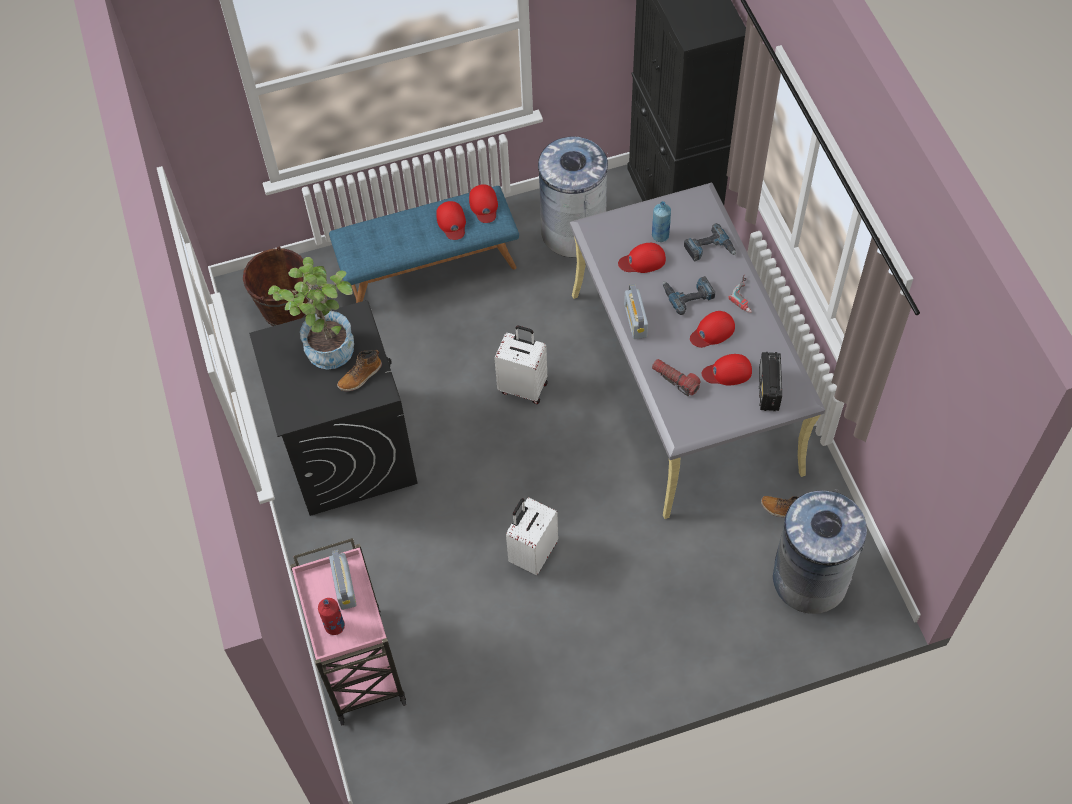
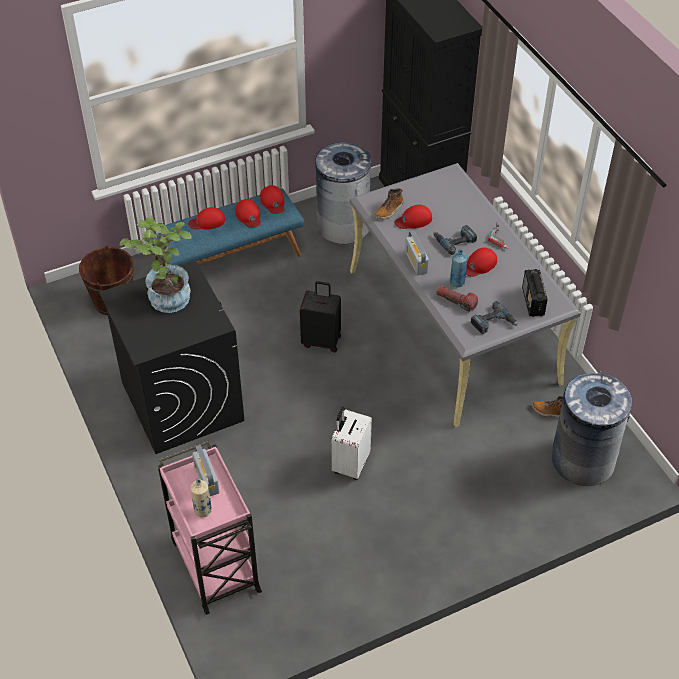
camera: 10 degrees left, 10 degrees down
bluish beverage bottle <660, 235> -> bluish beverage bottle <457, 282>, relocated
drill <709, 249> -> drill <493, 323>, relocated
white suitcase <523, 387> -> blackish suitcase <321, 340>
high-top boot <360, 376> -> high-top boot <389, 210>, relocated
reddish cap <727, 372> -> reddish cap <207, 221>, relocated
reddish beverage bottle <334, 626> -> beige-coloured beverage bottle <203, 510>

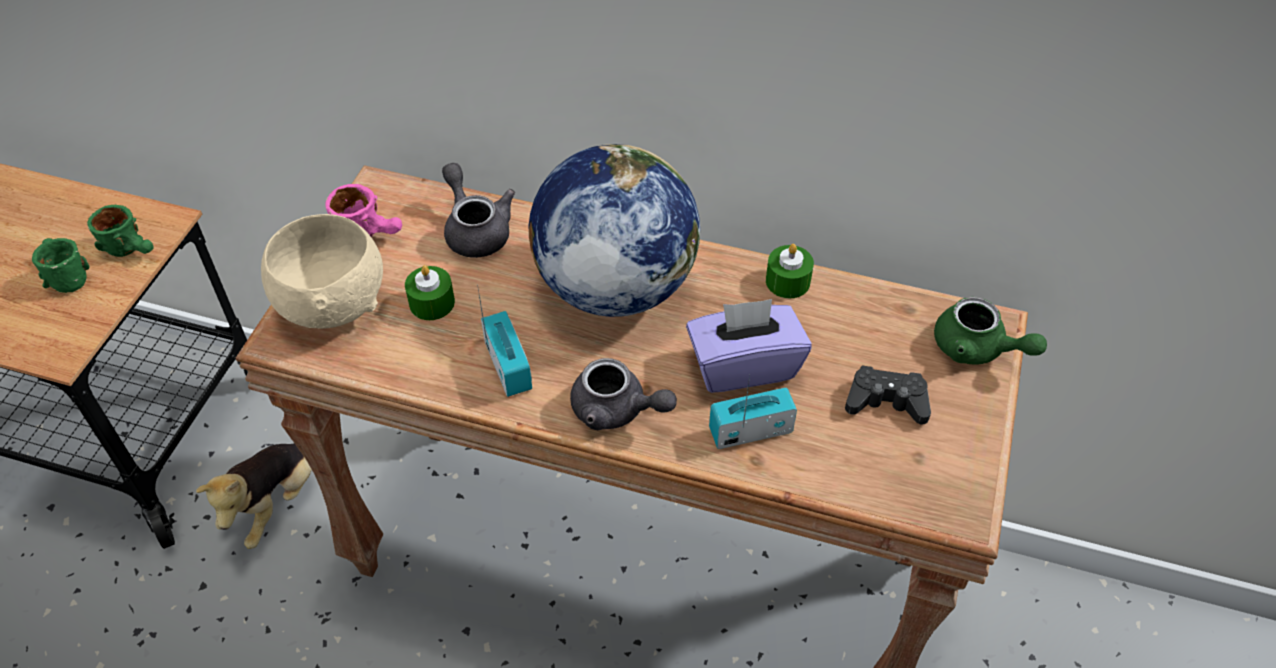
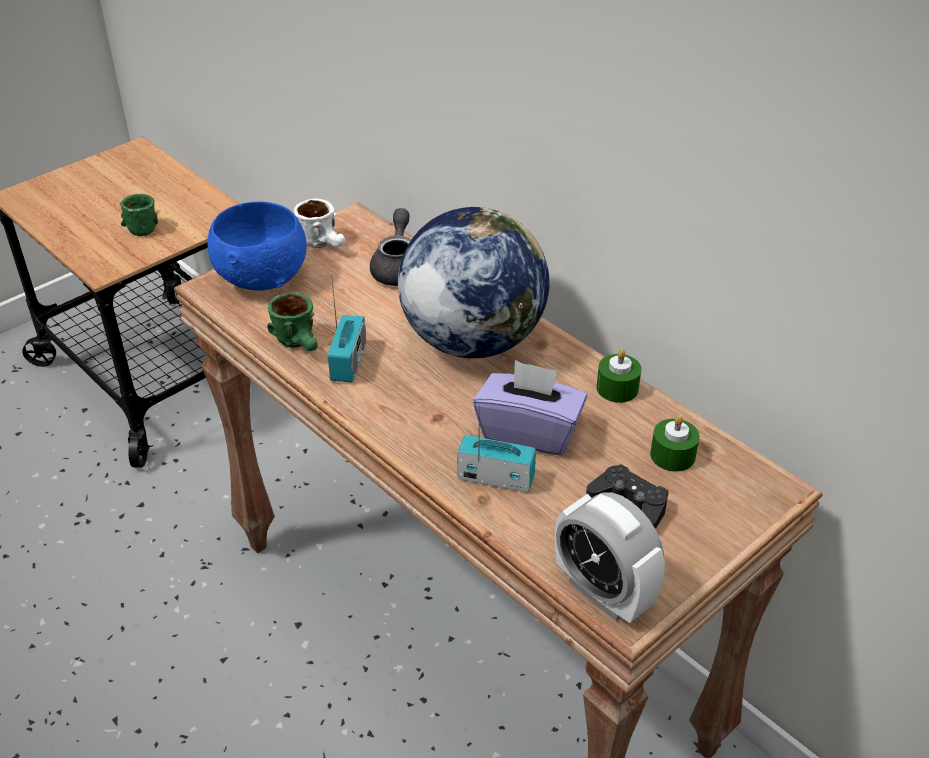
camera: 30 degrees right, 10 degrees down
pinkish coffee mug <371, 233> -> white coffee mug <325, 244>
greenish coffee mug <134, 249> -> greenish coffee mug <302, 344>, relocated
beige-coloured deep dish <333, 303> -> bluish deep dish <263, 278>
greenish wax light <432, 303> -> greenish wax light <672, 455>, relocated
greenish tea pot <977, 349> -> none
grey tea pot <617, 410> -> none
plush toy <274, 503> -> none
none -> table clock <603, 592>

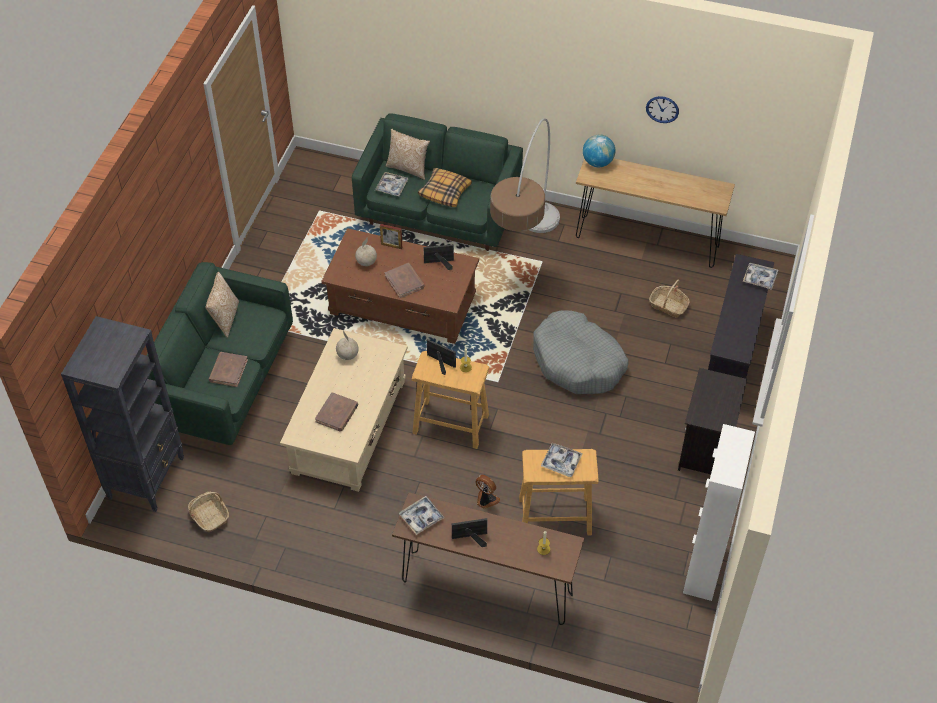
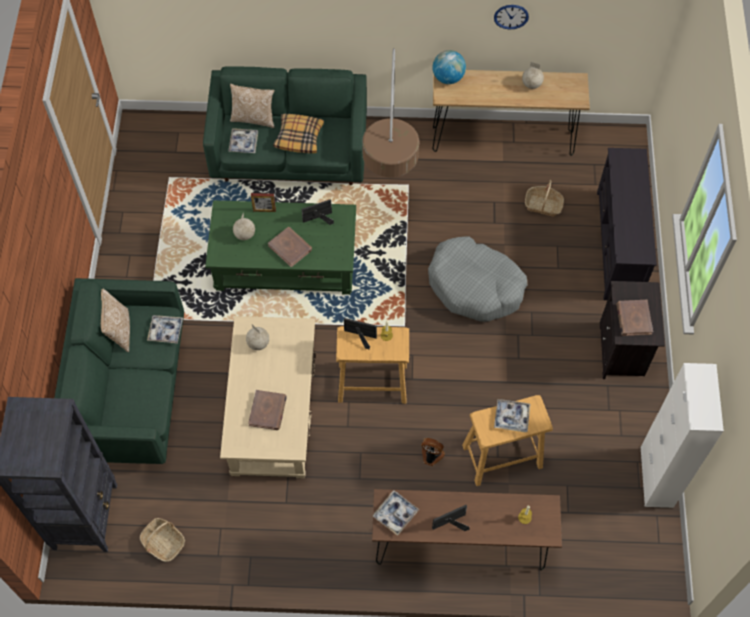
camera: 15 degrees left, 10 degrees up
brown lounge table <403, 305> -> greenish lounge table <286, 264>
carrying tray <760, 278> -> carrying tray <165, 331>, relocated
brown book <228, 370> -> brown book <633, 319>, relocated
none -> globe <531, 84>

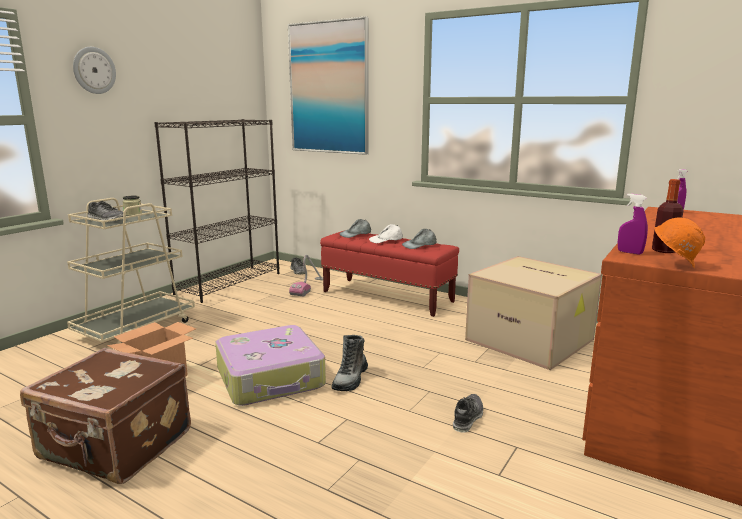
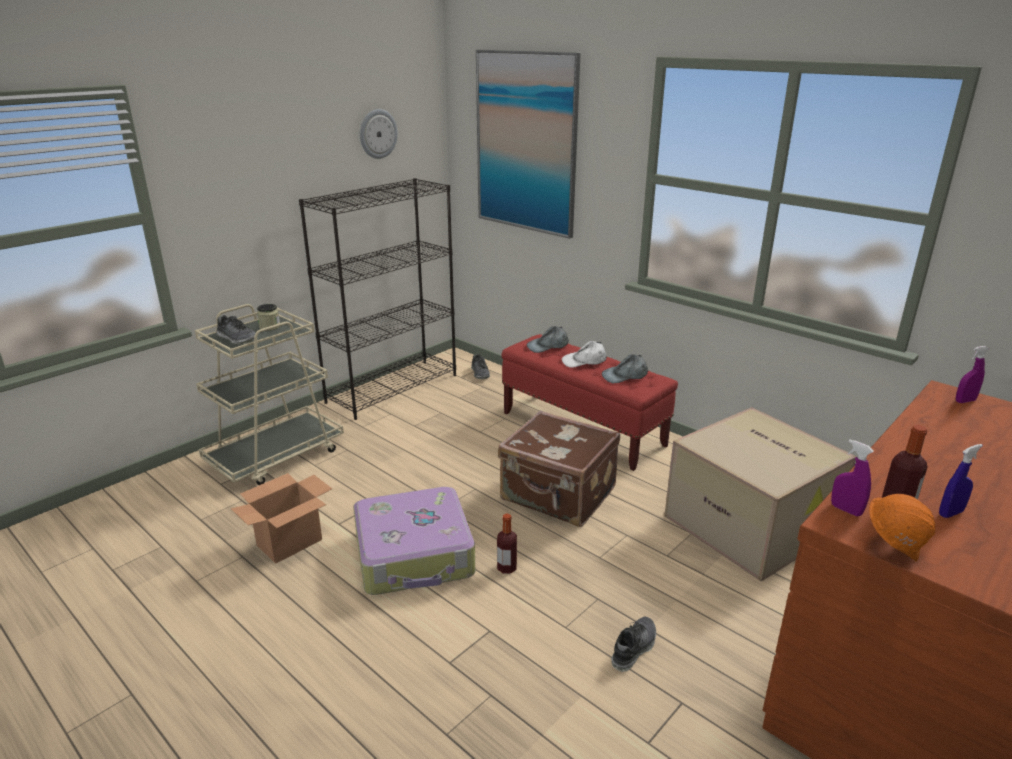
camera: 10 degrees right, 10 degrees up
wall clock <94, 70> -> wall clock <377, 134>, relocated
vacuum cleaner <309, 287> -> none
high-top boot <350, 379> -> beverage bottle <506, 568>
brown suitcase <115, 447> -> brown suitcase <558, 495>, relocated
none -> bluish hand sprayer <950, 513>

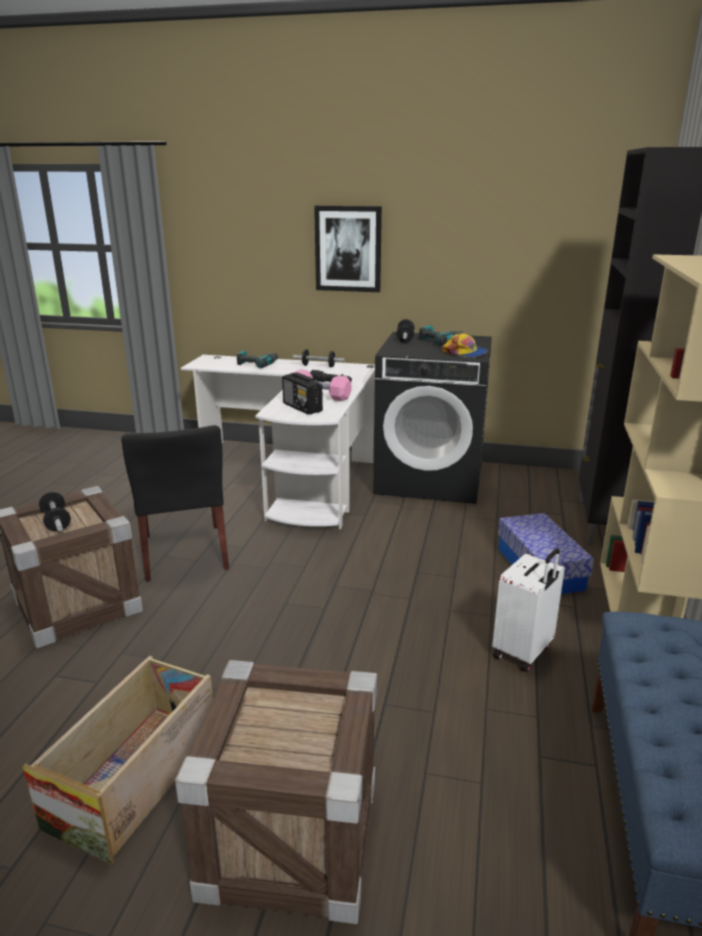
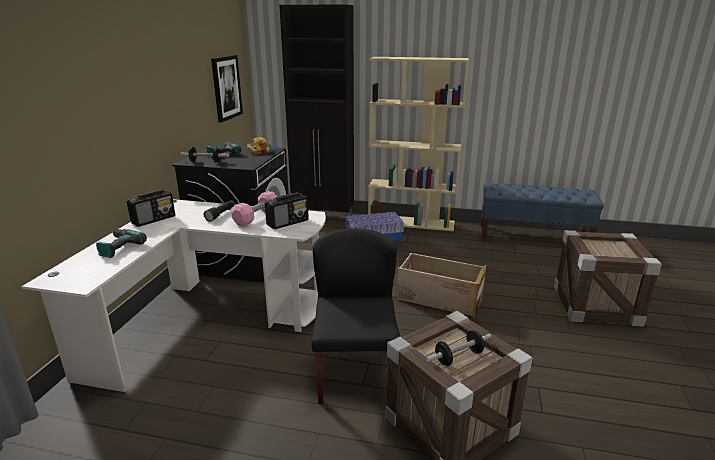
camera: 90 degrees left, 0 degrees up
wall art <348, 249> -> wall art <226, 88>, relocated
free weight <318, 366> -> radio set <154, 220>
blackish upright chair <185, 552> -> blackish upright chair <355, 372>, 75 degrees counterclockwise
white suitcase <523, 652> -> none
crate <136, 776> -> crate <438, 299>, relocated

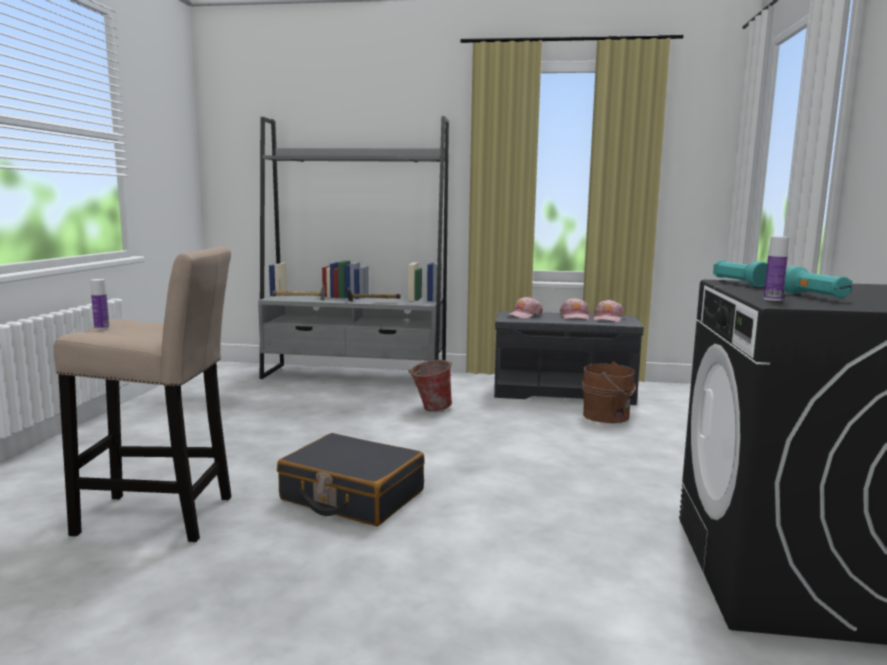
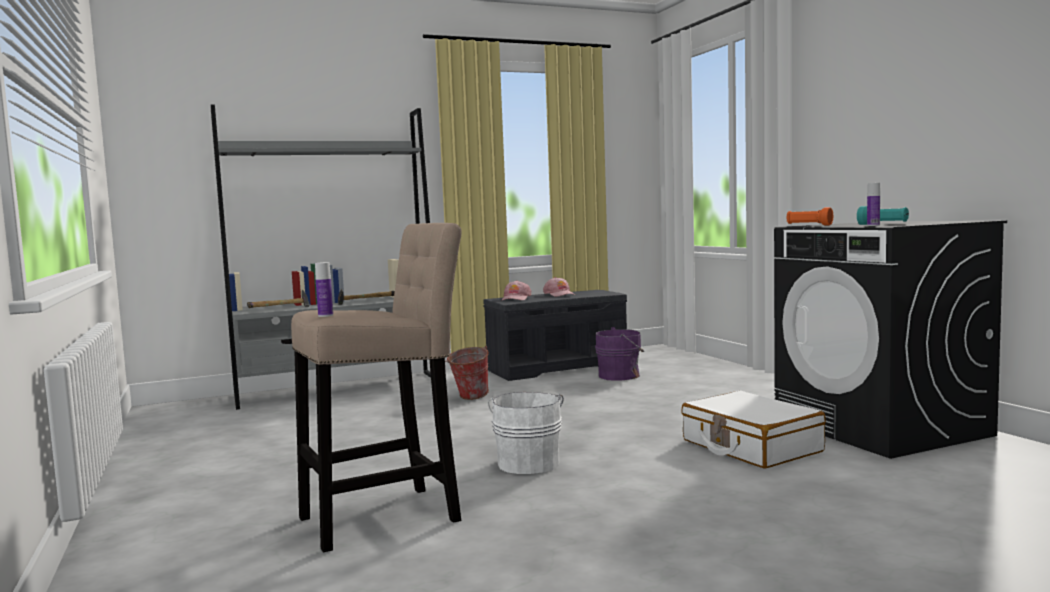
camera: 30 degrees left, 5 degrees down
turquoise flashlight <738, 283> -> orange flashlight <808, 225>
pinkish cap <607, 318> -> none
brown bucket <608, 416> -> purple bucket <621, 375>
blackish suitcase <352, 496> -> white bucket <528, 462>
none -> white suitcase <750, 446>

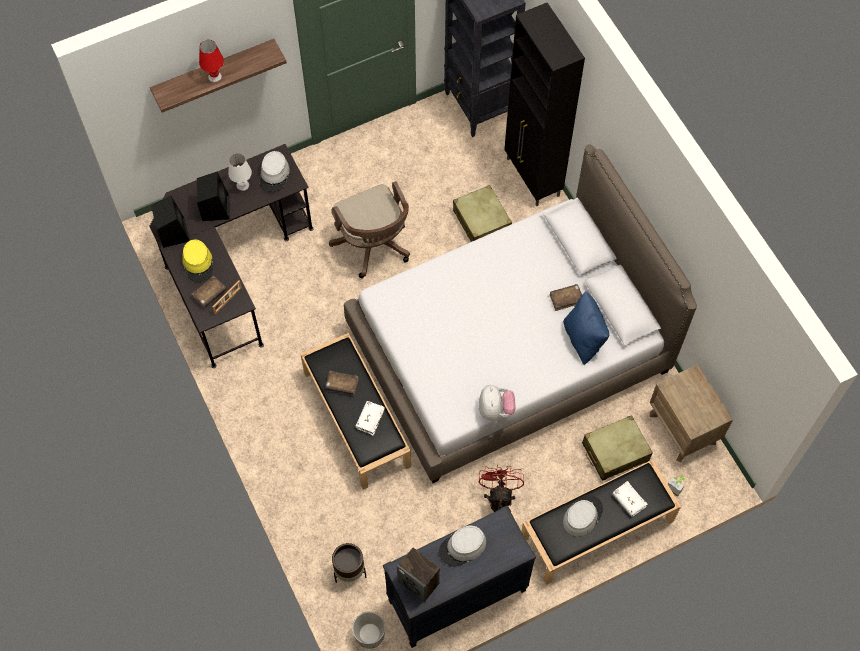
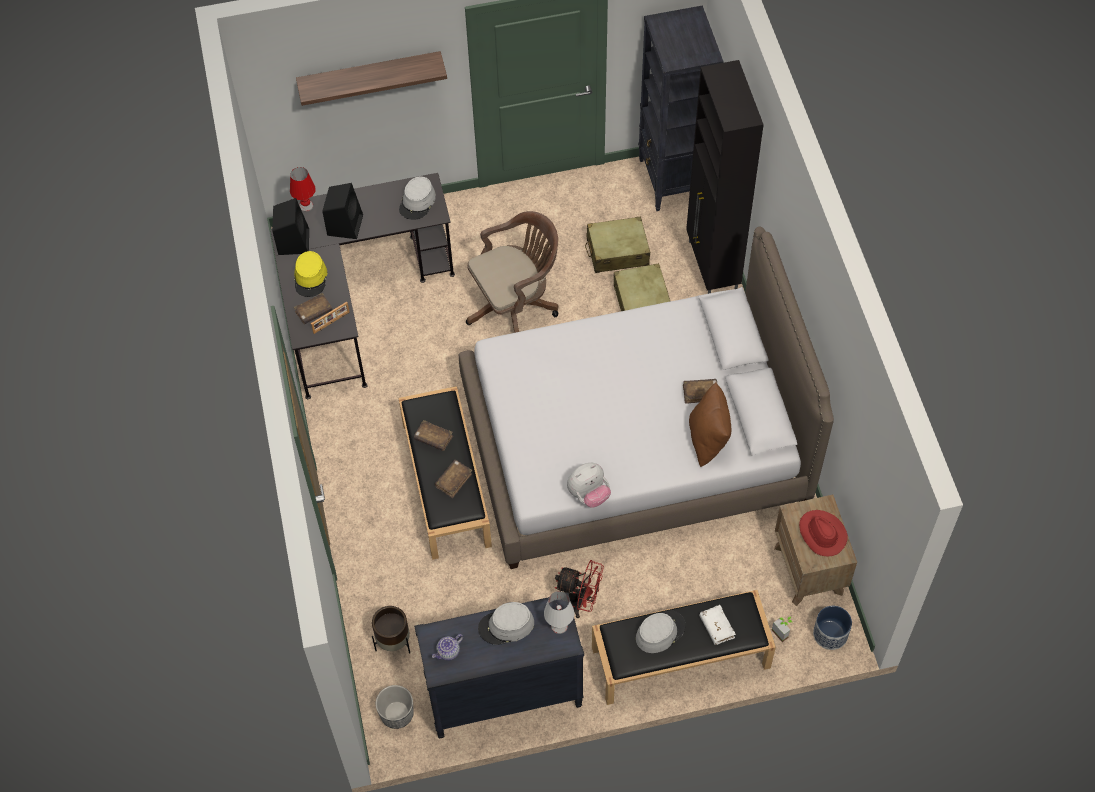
camera: 15 degrees right, 5 degrees down
reddish lamp for a table <215, 76> -> reddish lamp for a table <306, 205>, relocated
white lamp for a table <243, 185> -> white lamp for a table <559, 626>, relocated
brown desk chair <374, 246> -> brown desk chair <515, 306>, 105 degrees counterclockwise
bluish throw pillow <583, 339> -> brown throw pillow <708, 439>
plush toy <495, 410> -> plush toy <588, 494>, 45 degrees clockwise
white book <370, 419> -> brown book <453, 480>
beige-coloured suitcase <615, 452> -> beige-coloured suitcase <617, 251>, relocated
reddish electric fan <499, 499> -> reddish electric fan <579, 602>, 90 degrees clockwise
speaker <419, 582> -> tea pot <448, 652>
none -> reddish wearable hat <821, 534>
none -> planter <830, 634>

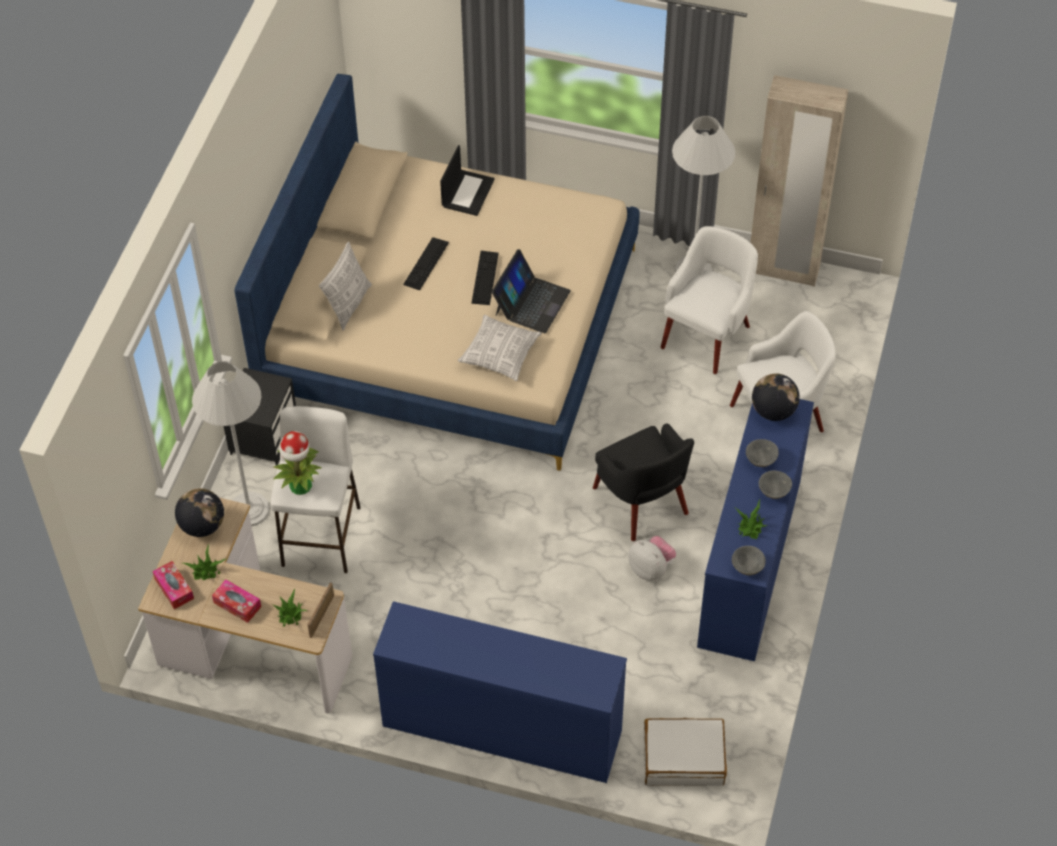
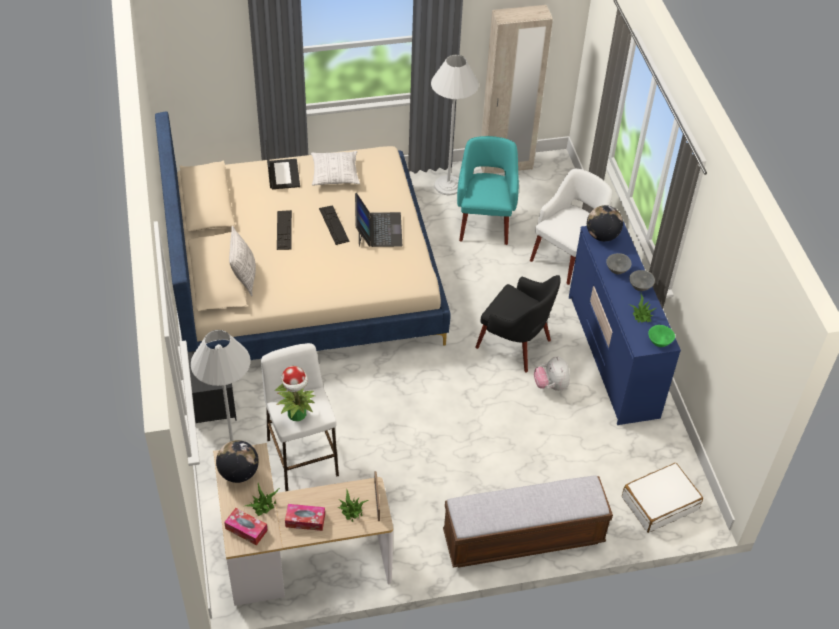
camera: 30 degrees left, 5 degrees down
white lounge chair <706, 335> -> turquoise lounge chair <484, 222>
throw pillow <500, 354> -> throw pillow <335, 174>, relocated
plush toy <651, 568> -> plush toy <551, 385>, 120 degrees counterclockwise
grey deep dish <747, 567> -> greenish deep dish <659, 342>
bluish drawer chest <501, 728> -> indoor bench <523, 538>

